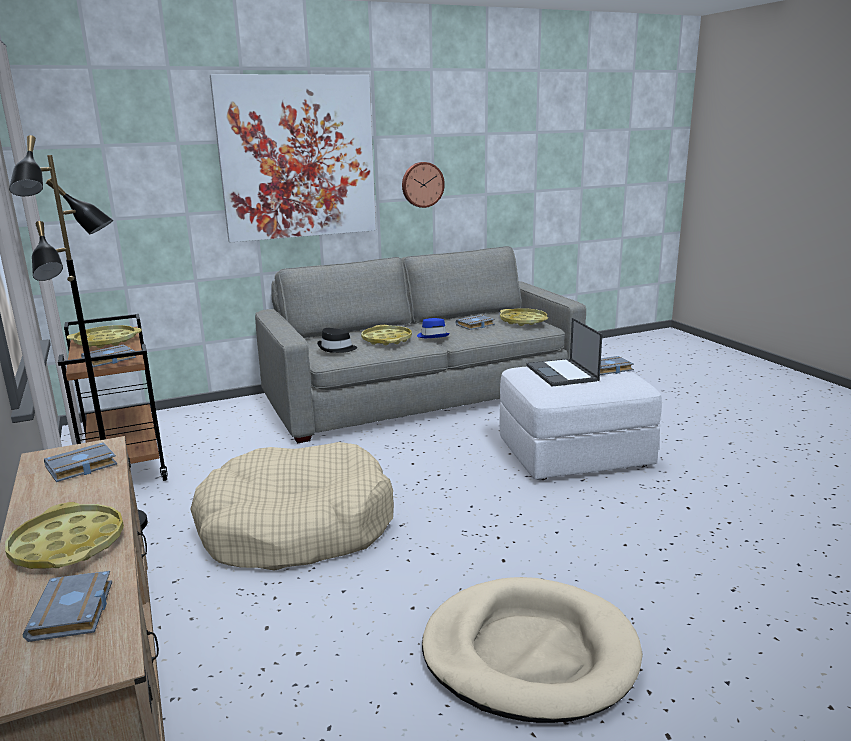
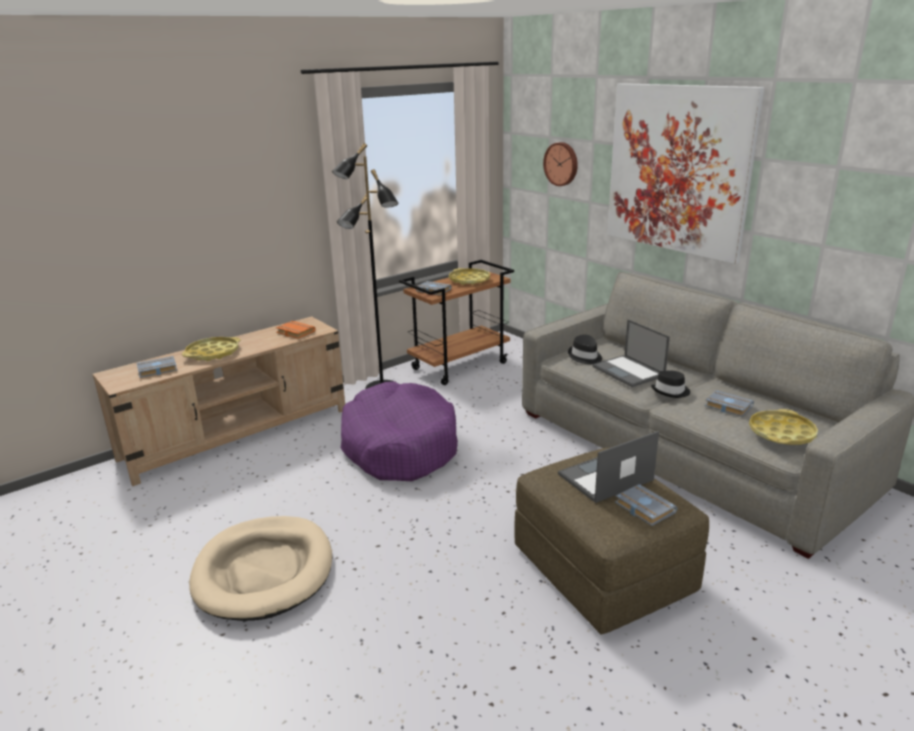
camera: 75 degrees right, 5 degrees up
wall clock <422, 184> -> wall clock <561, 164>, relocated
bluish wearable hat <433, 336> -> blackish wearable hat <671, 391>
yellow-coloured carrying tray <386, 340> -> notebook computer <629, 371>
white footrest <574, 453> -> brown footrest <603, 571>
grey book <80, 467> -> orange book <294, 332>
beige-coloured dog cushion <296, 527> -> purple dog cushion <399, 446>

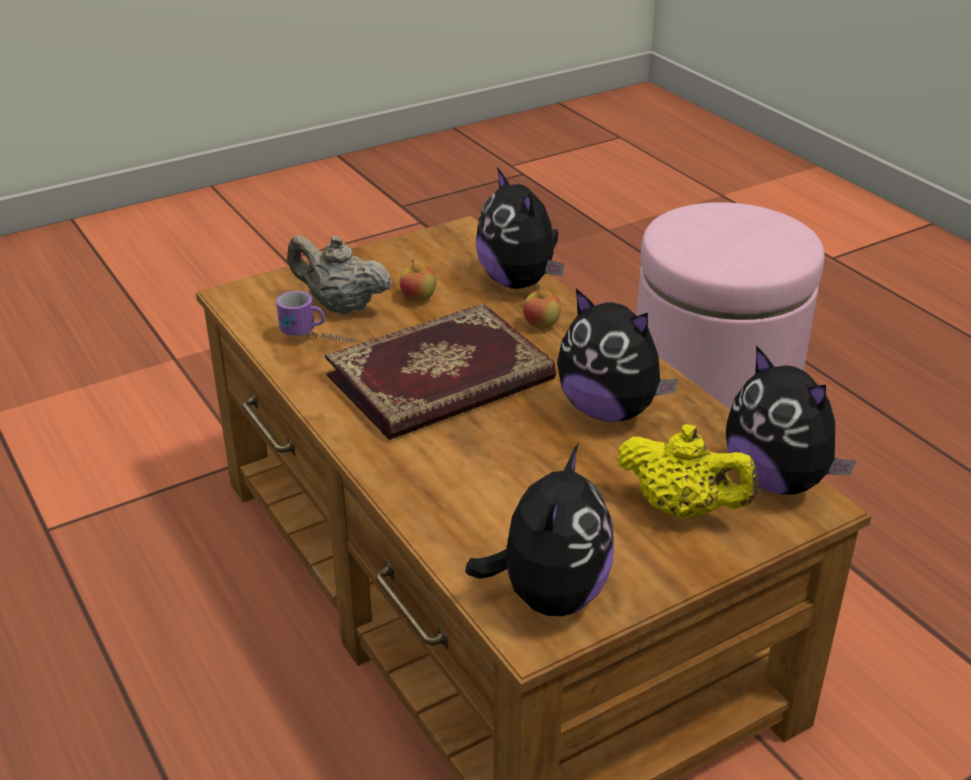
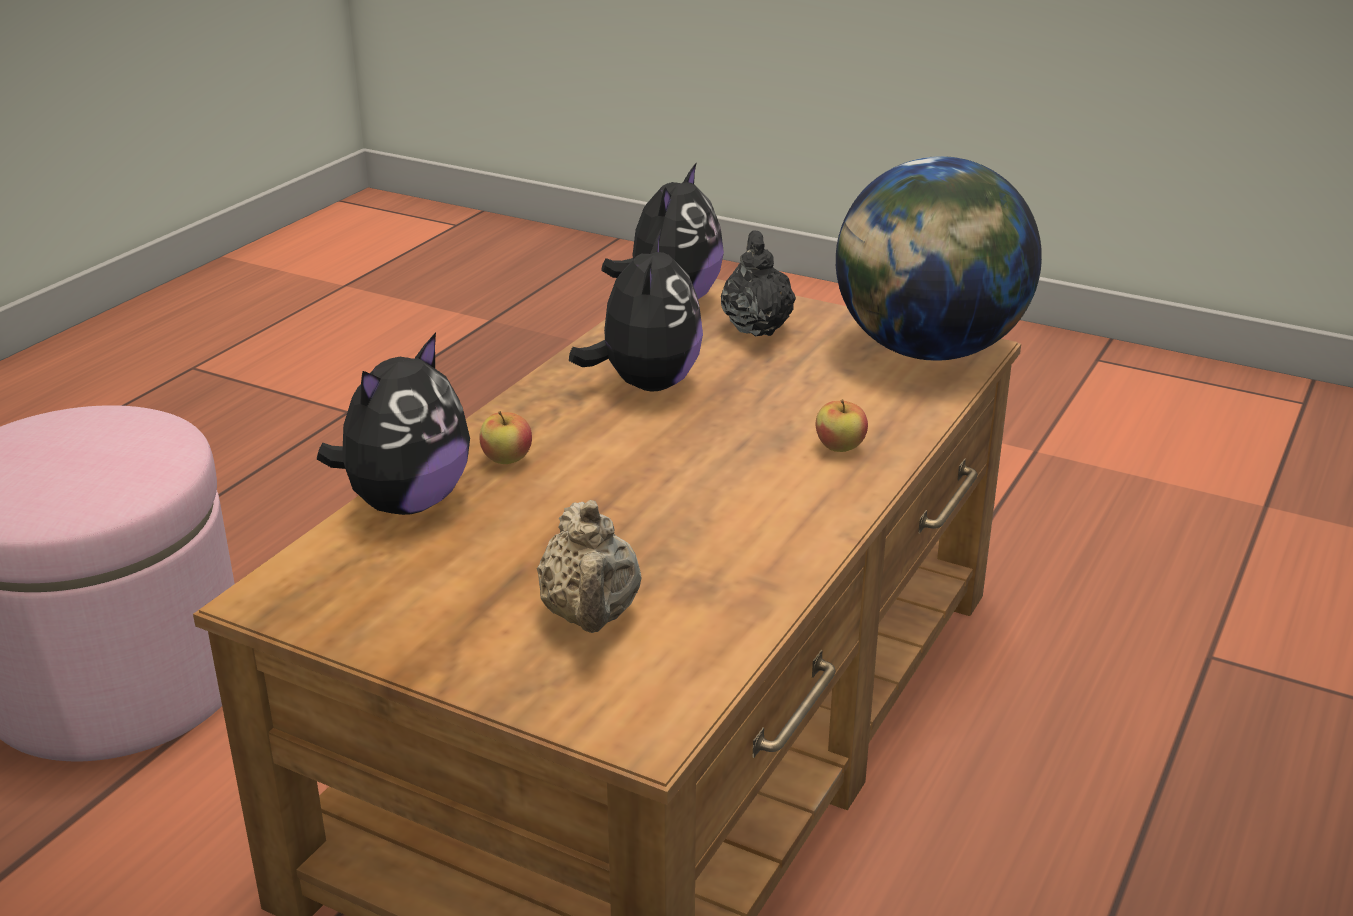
camera: 120 degrees left, 5 degrees down
whole apple <418, 298> -> whole apple <840, 447>, relocated
coffee mug <318, 339> -> none
book <442, 380> -> none
yellow-coloured tea pot <682, 509> -> blackish tea pot <756, 327>
plush toy <549, 595> -> globe <928, 351>

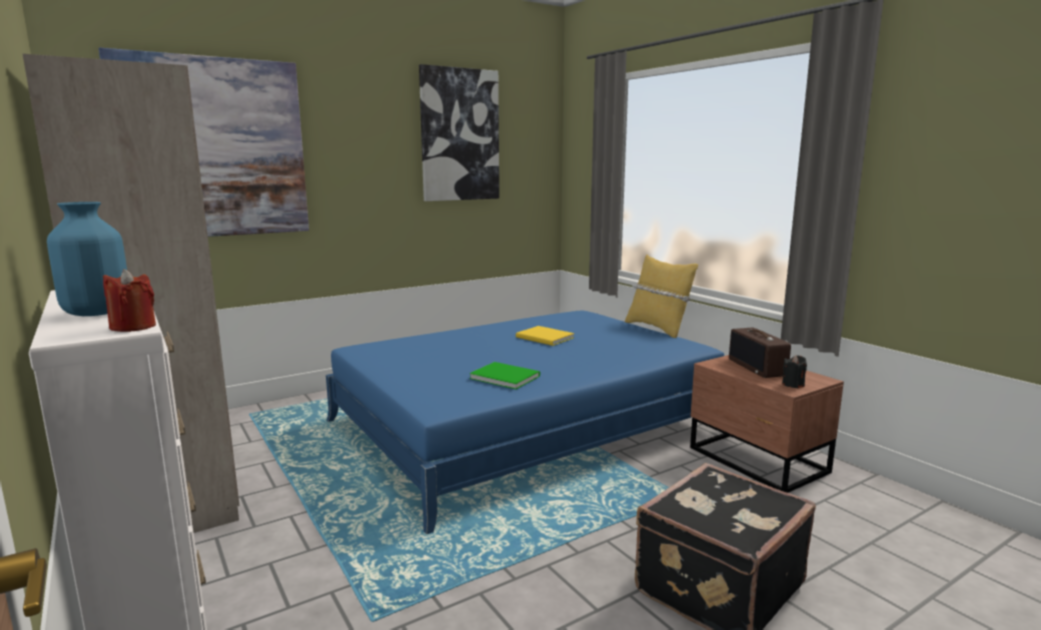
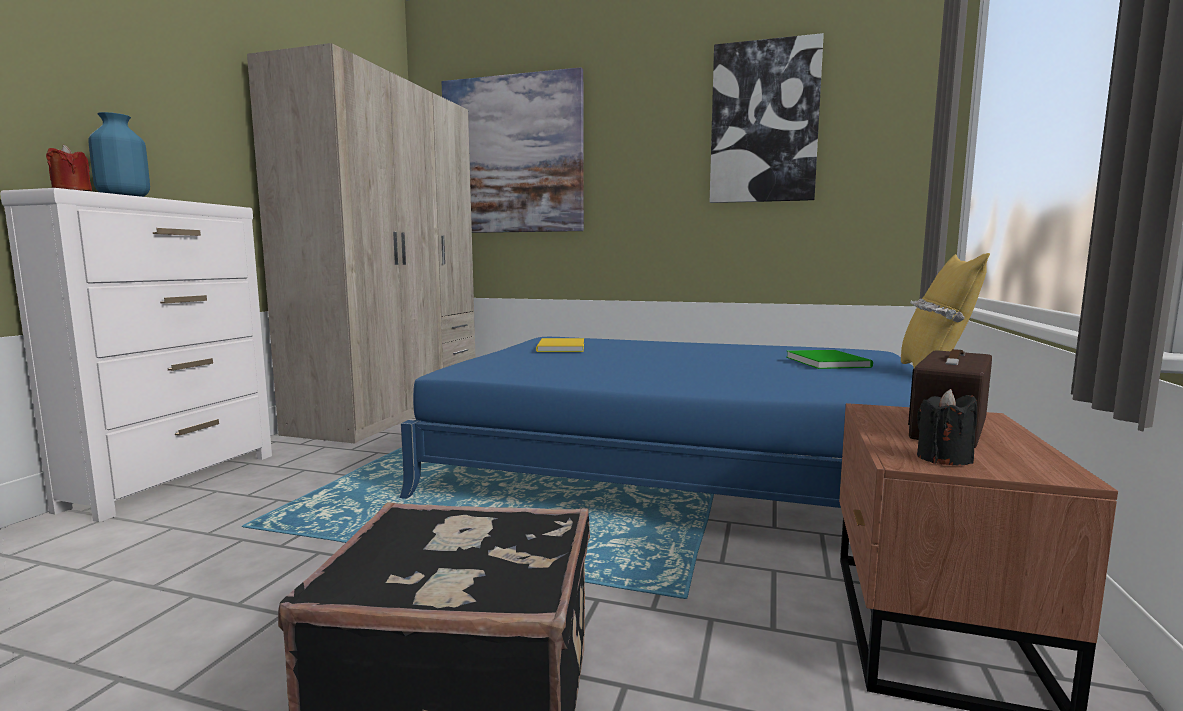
camera: 50 degrees right, 5 degrees down
yellow-coloured book <545, 338> -> yellow-coloured book <559, 348>, relocated
greenish book <504, 376> -> greenish book <827, 361>, relocated

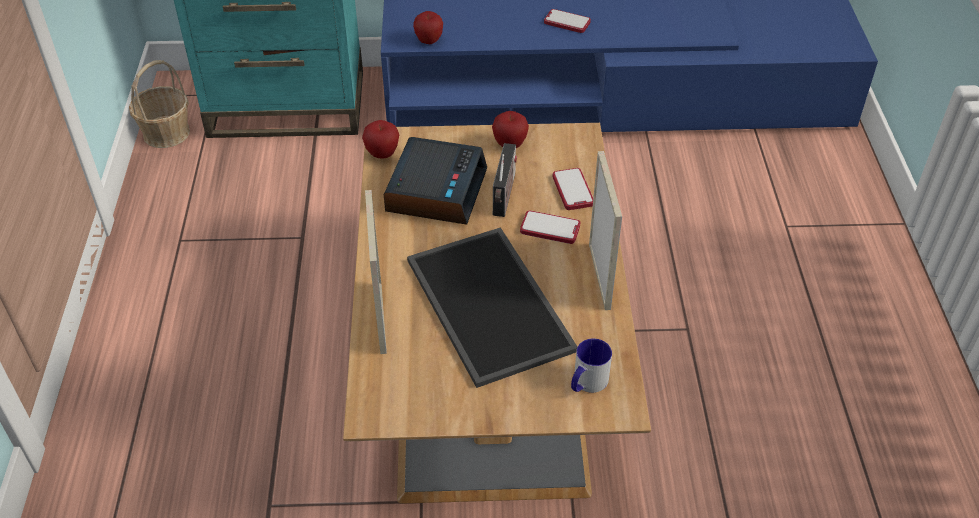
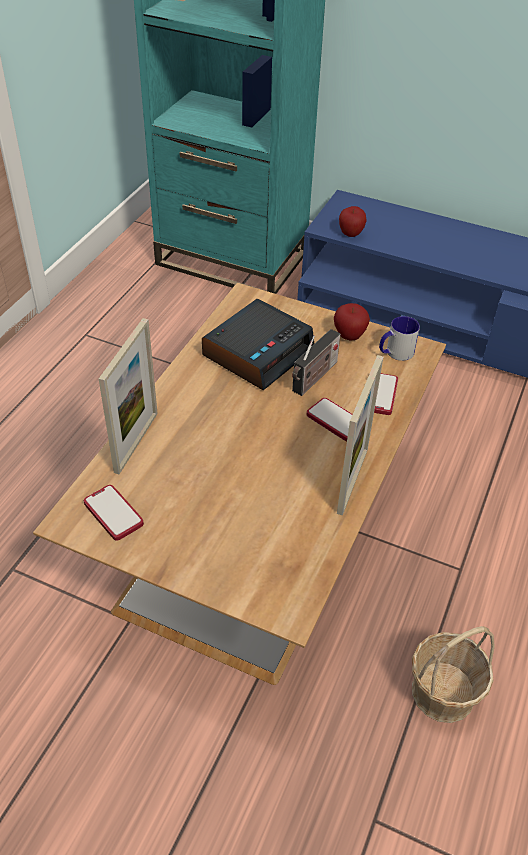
camera: 25 degrees right, 0 degrees up
telephone <567, 22> -> telephone <113, 513>, relocated
storage basket <166, 133> -> storage basket <442, 692>, relocated
whole apple <382, 154> -> none
carrying tray <485, 304> -> none
coffee mug <586, 383> -> coffee mug <395, 353>, relocated

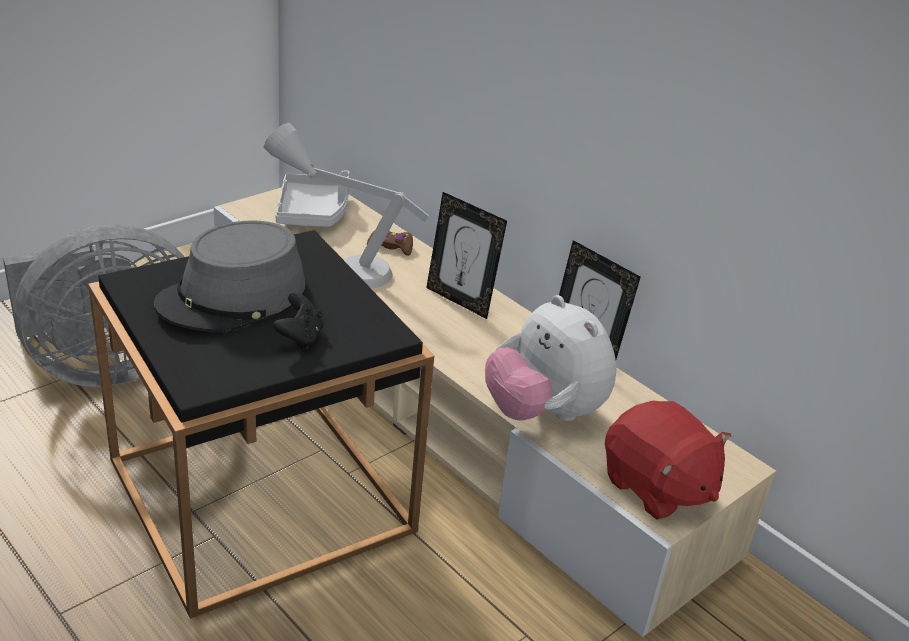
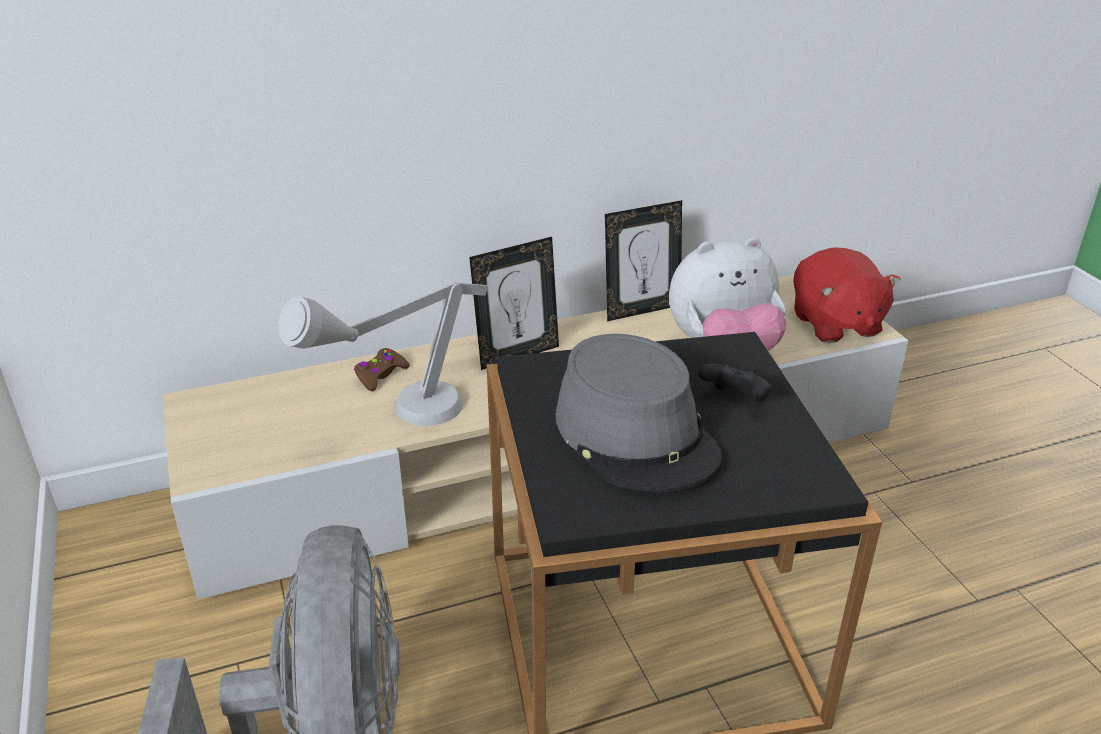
camera: 65 degrees left, 0 degrees up
grey carrying tray <313, 212> -> none
reddish plush toy <656, 487> -> reddish plush toy <835, 324>, 90 degrees clockwise

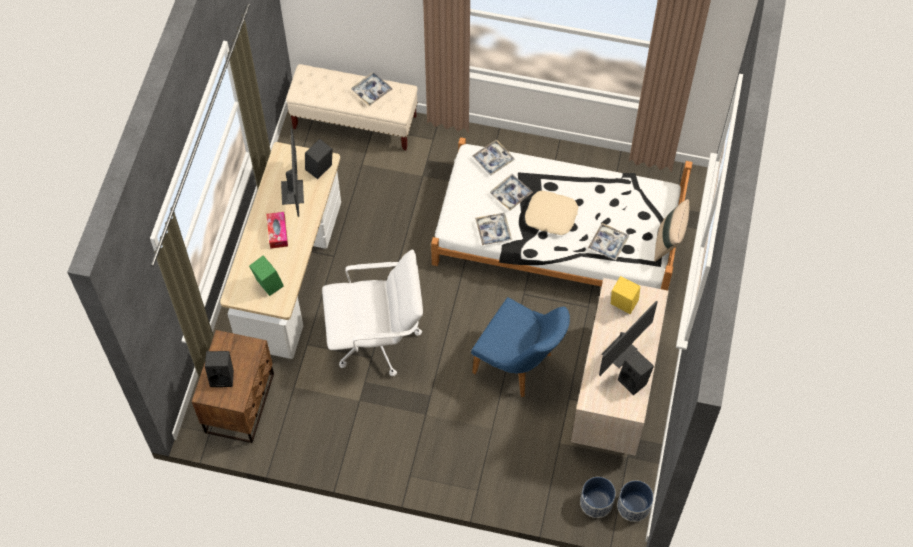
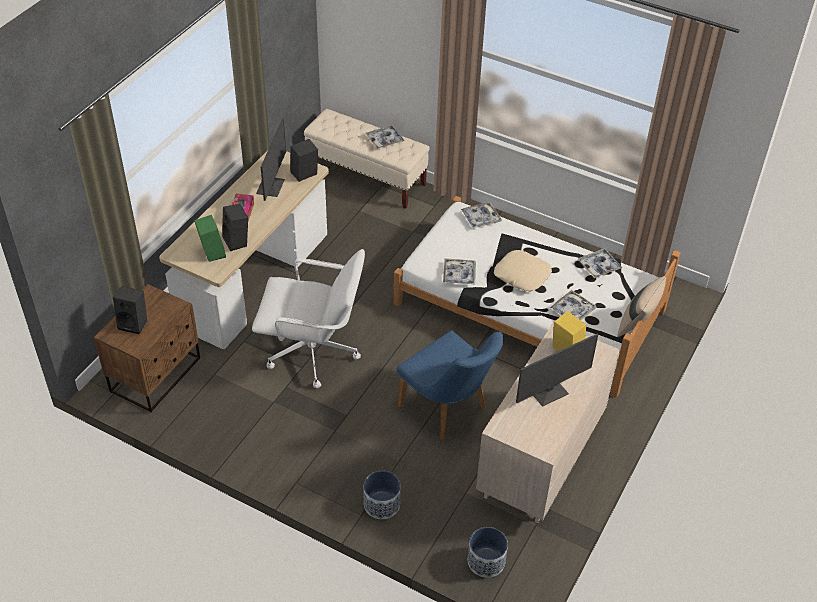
camera: 15 degrees right, 15 degrees down
carrying tray <511, 194> -> carrying tray <599, 266>, relocated
blackish speaker <634, 381> -> blackish speaker <237, 241>, relocated
planter <633, 506> -> planter <381, 504>, relocated

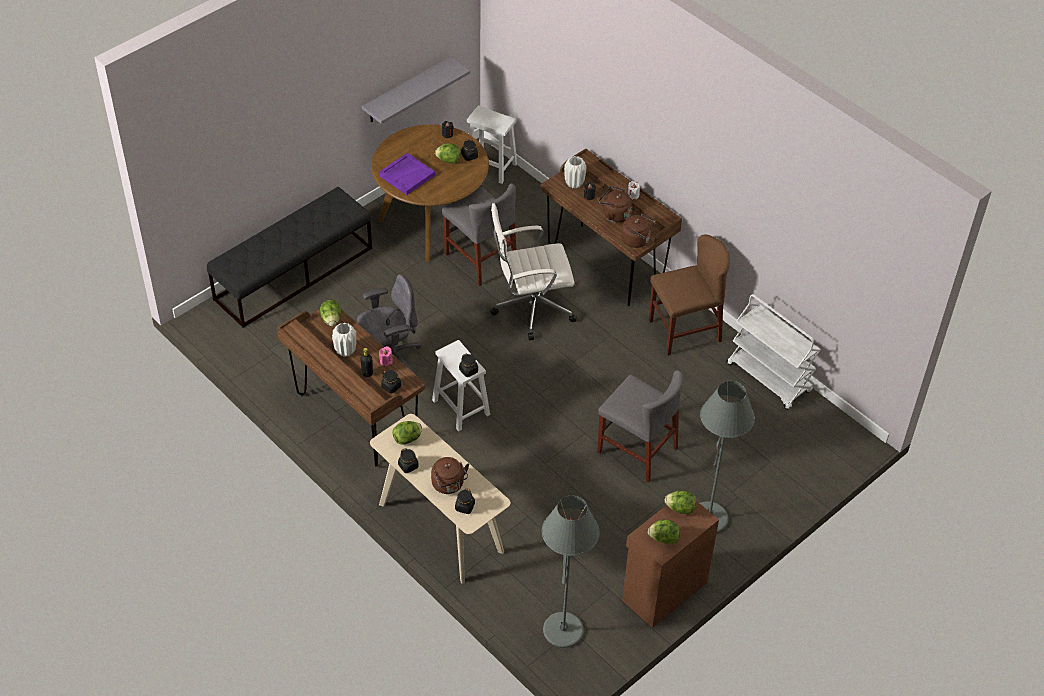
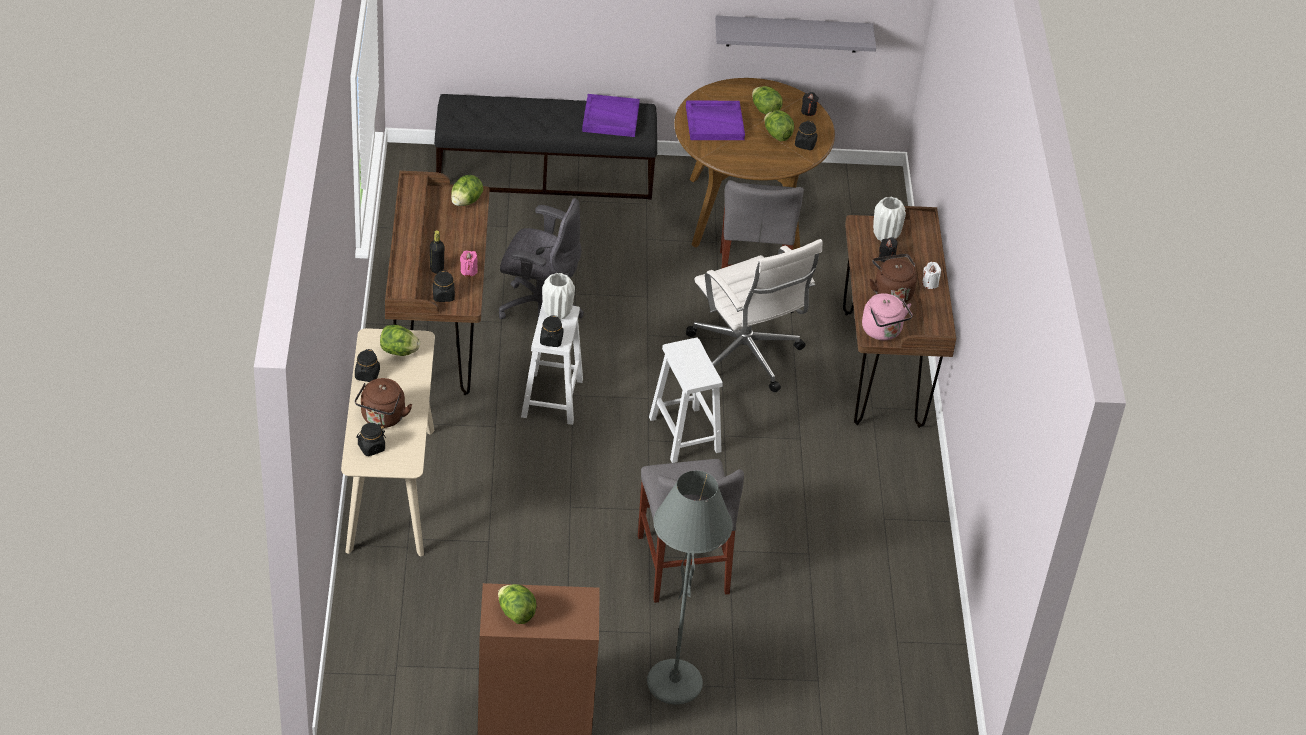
camera: 40 degrees right, 5 degrees down
white stool seat <491, 167> -> white stool seat <685, 435>, relocated
white desk chair <531, 308> -> white desk chair <745, 357>, 150 degrees counterclockwise
brown water kettle <637, 240> -> pinkish water kettle <883, 331>
brown upright chair <684, 331> -> none
white cart <769, 378> -> none
white decorative vase <345, 351> -> white decorative vase <557, 313>, relocated
lettuce <680, 508> -> lettuce <765, 110>, relocated
grey standard lamp <563, 630> -> none
none -> purple carrying tray <610, 118>

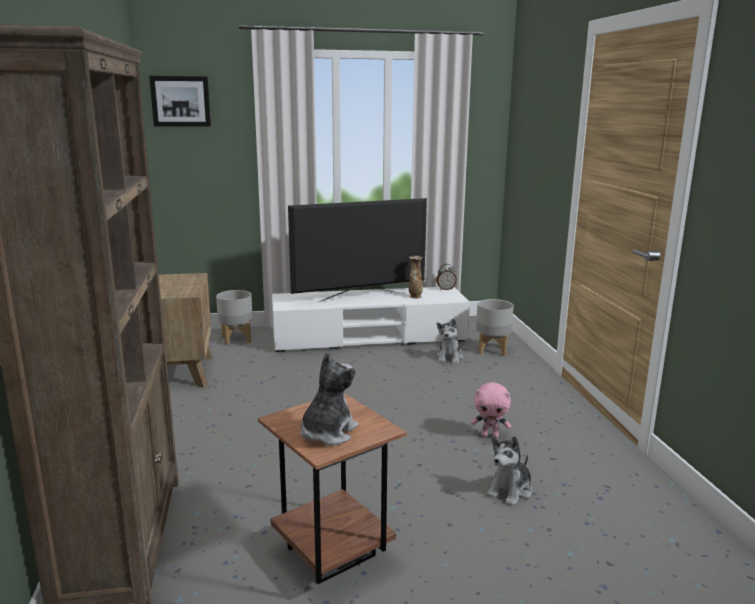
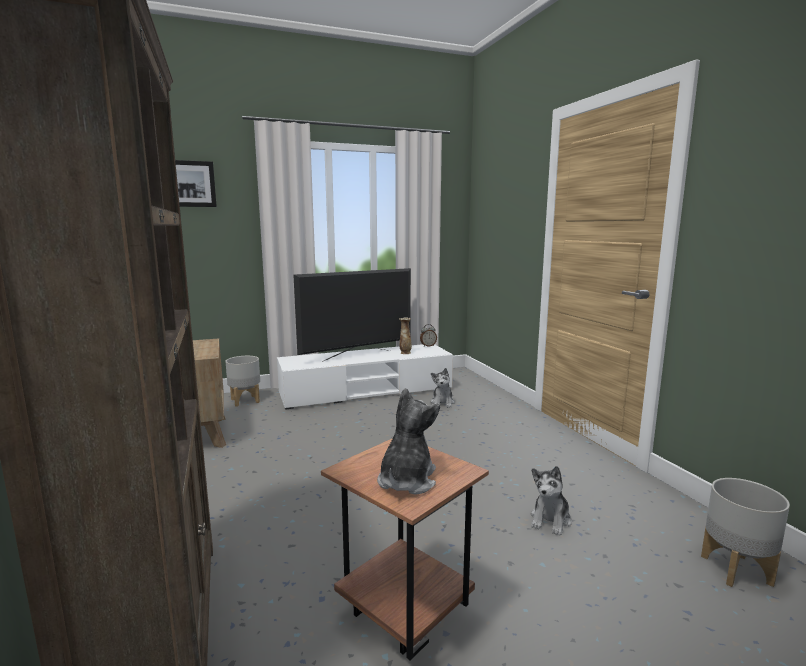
camera: 10 degrees left, 5 degrees down
grey planter <492, 350> -> grey planter <737, 570>, relocated
pinkish plush toy <490, 436> -> none

